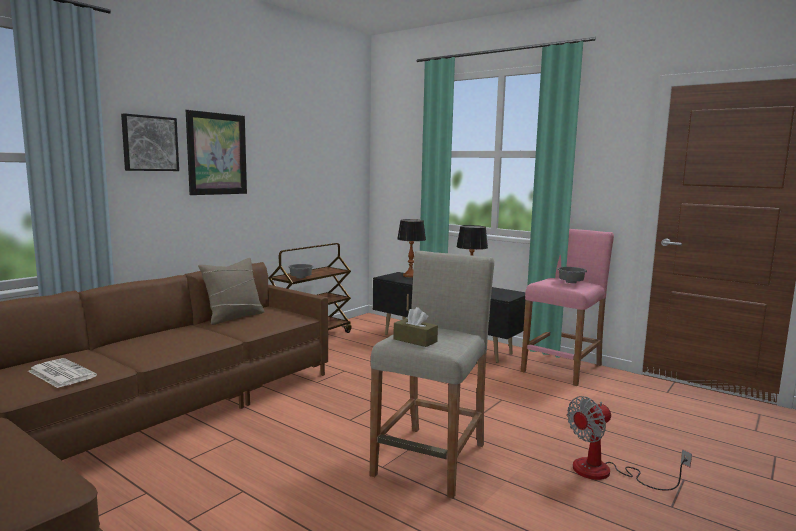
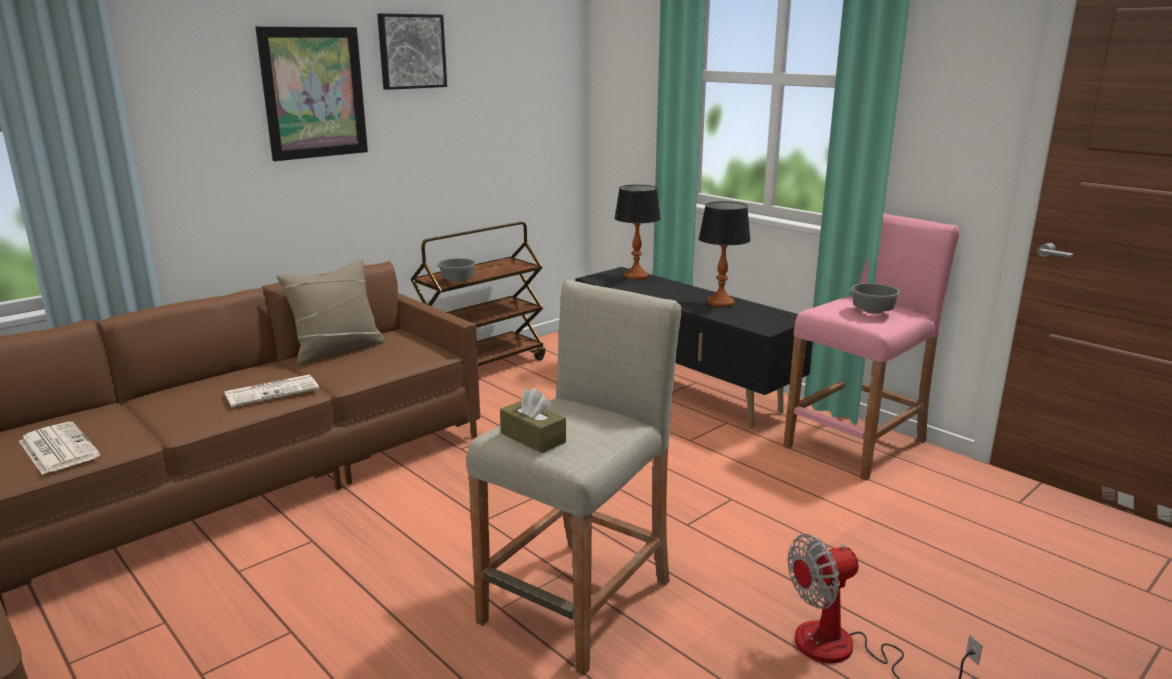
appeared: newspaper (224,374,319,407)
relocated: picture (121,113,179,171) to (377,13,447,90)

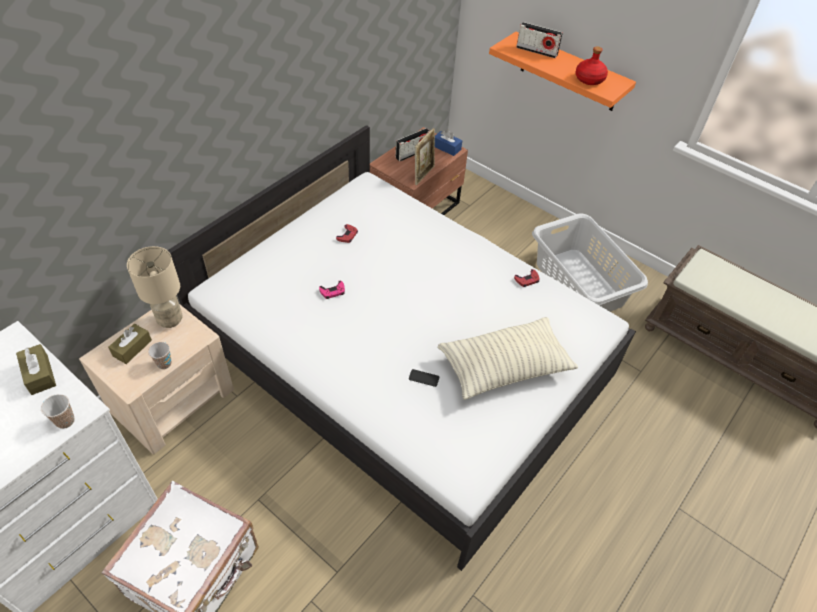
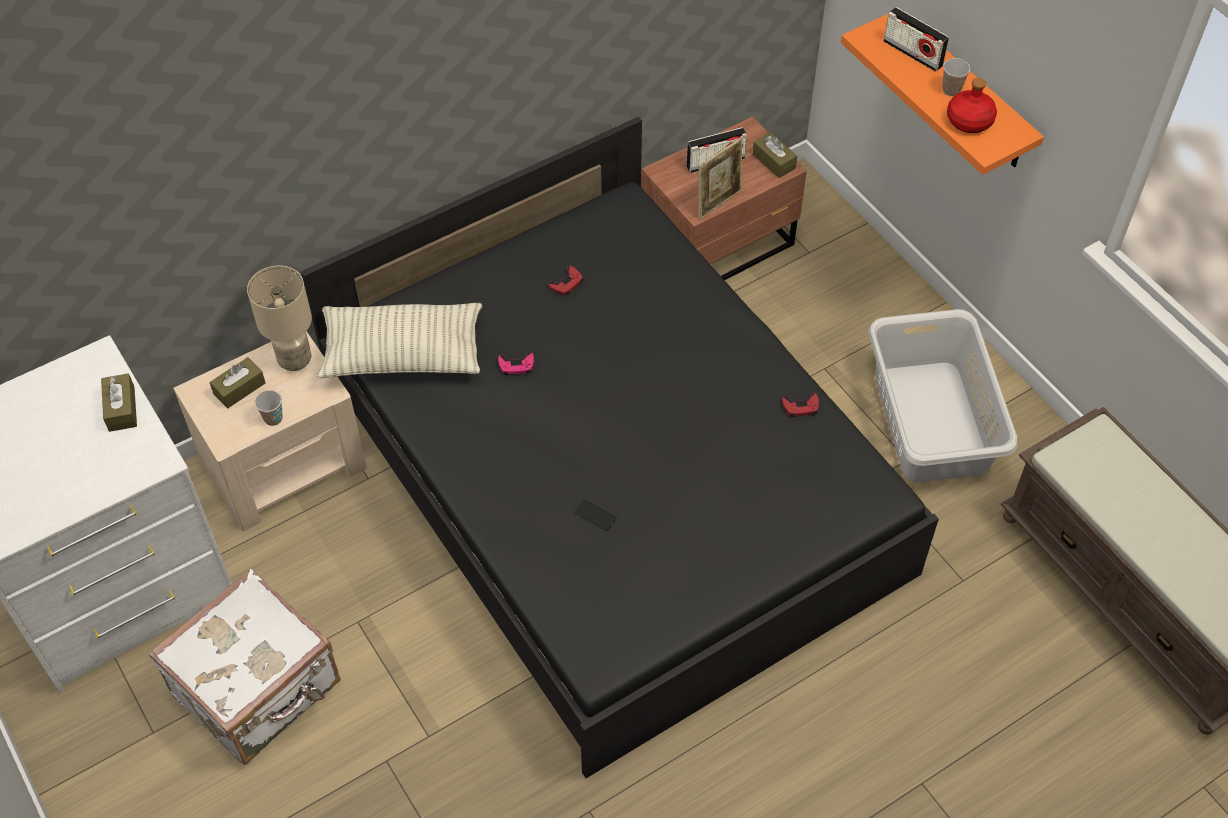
relocated: cup (41,394,75,429) to (942,58,970,96); pillow (438,317,578,400) to (317,303,483,378)
colour: white bed (168,125,636,571) to black bed (301,117,939,778); blue tissue box (435,130,462,156) to brown tissue box (753,132,797,178)

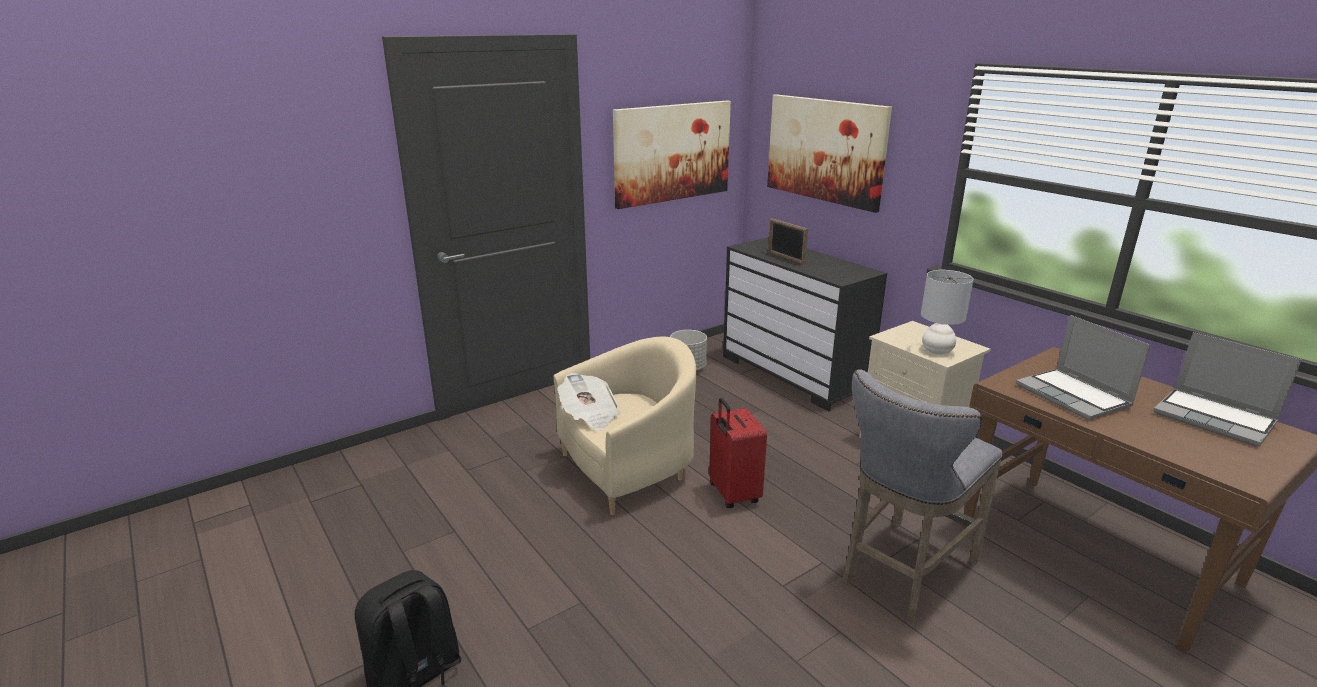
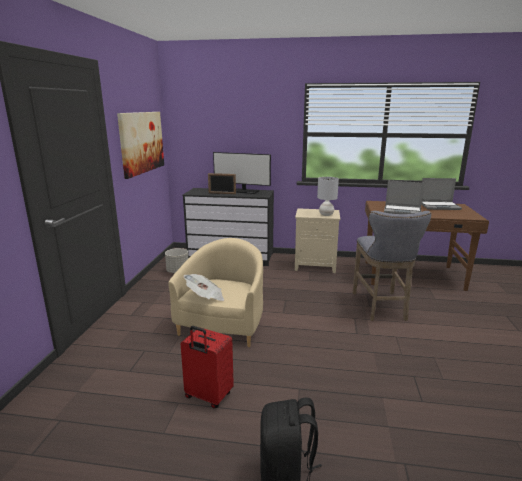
missing: picture (767,94,892,213)
appeared: monitor (213,152,271,194)
relocated: red suitcase (709,398,767,508) to (181,326,234,408)

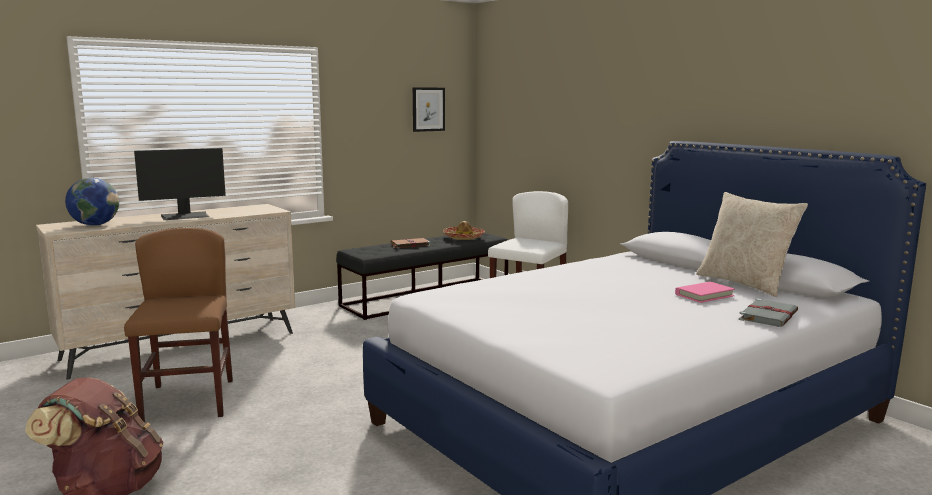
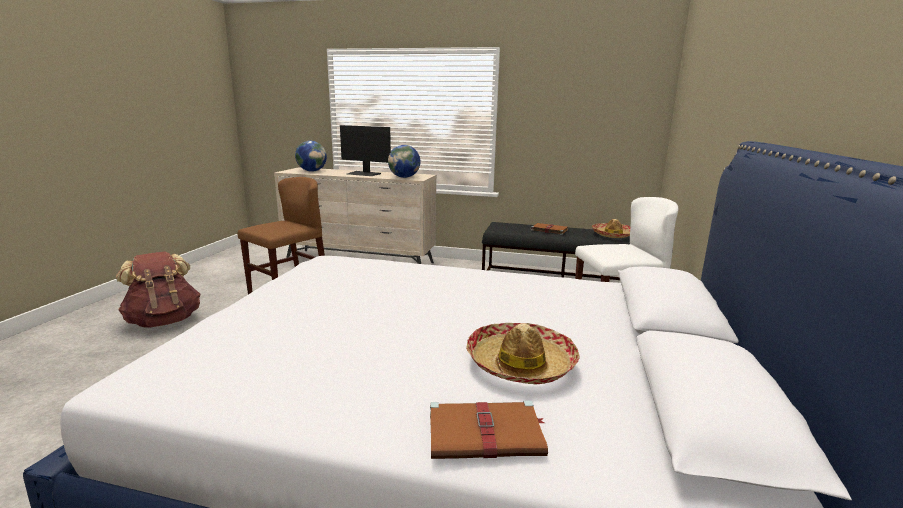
missing: picture (413,87,445,132); beige pillow (696,192,808,297)
appeared: globe (388,145,420,178)
exchanged: pink book (675,282,735,303) to hat (466,323,580,384)
colour: grey book (739,298,798,327) to brown book (430,400,548,459)

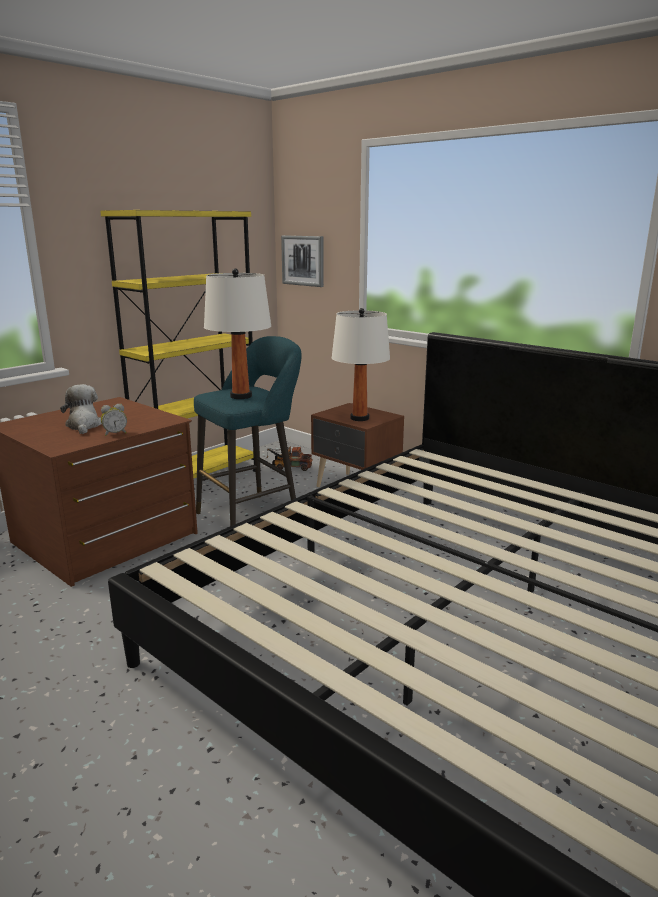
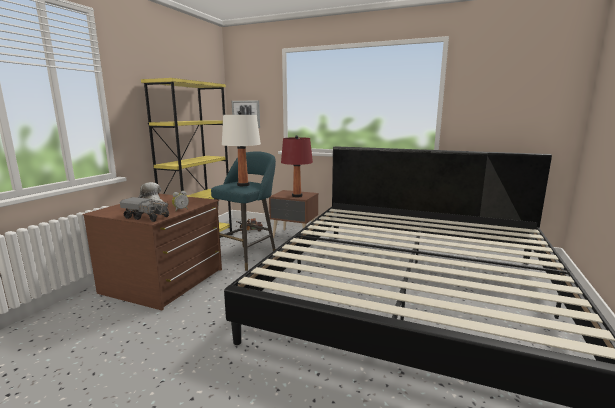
appeared: toy truck (120,197,169,222)
colour: white table lamp (332,308,390,421) to red table lamp (281,135,313,197)

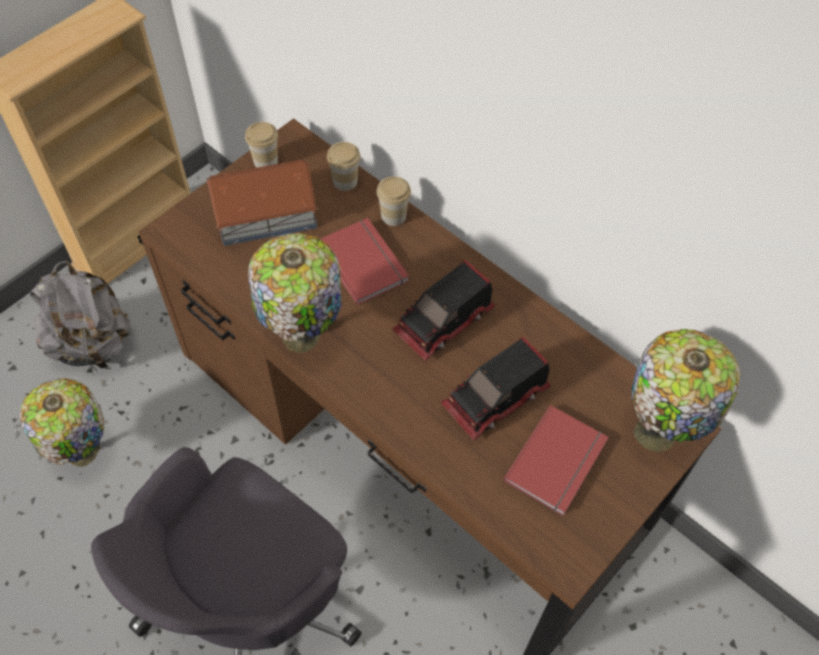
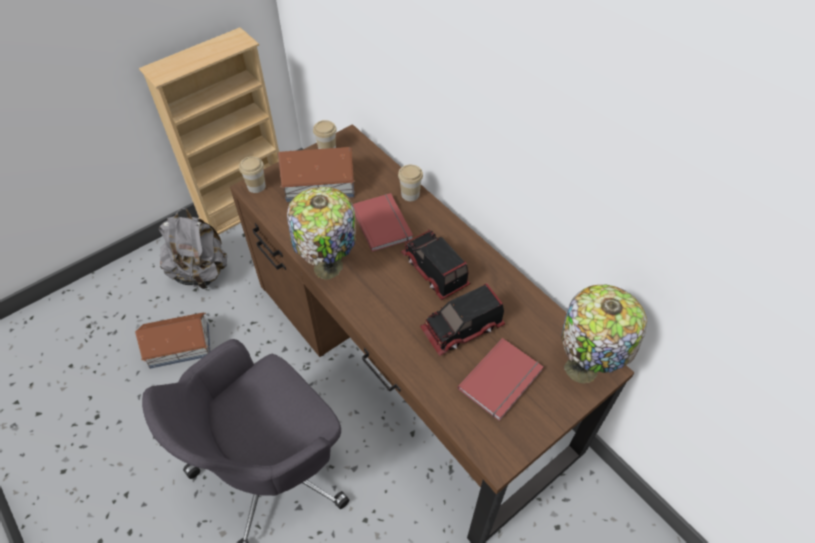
relocated: cup (327,142,360,191) to (239,156,266,193)
exchanged: table lamp (20,378,105,467) to toy house (135,313,210,369)
spun: toy truck (392,260,495,361) = (401,229,470,300) 90 degrees clockwise

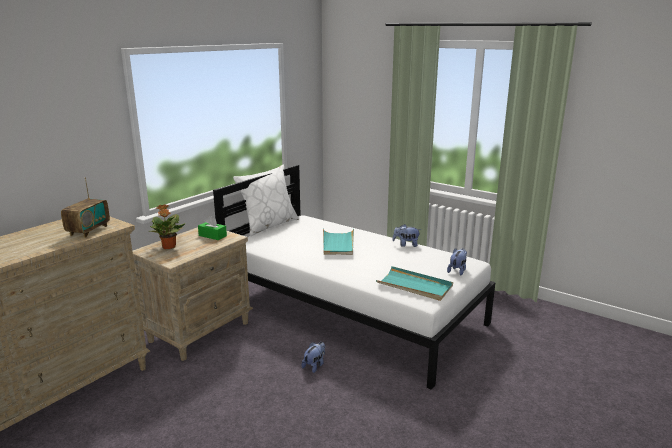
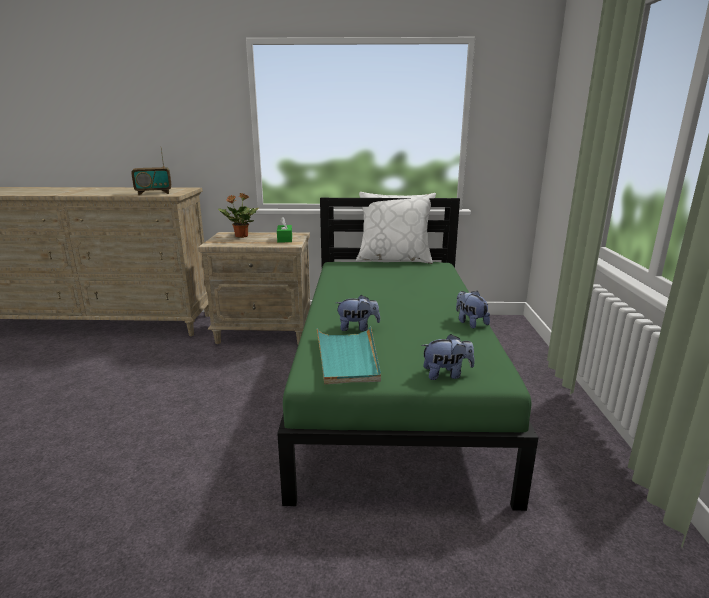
missing: turquoise tray (323,229,354,255)
relocated: plush toy (302,342,325,373) to (336,295,380,331)
colour: white bed (213,165,495,390) to green bed (277,197,538,511)

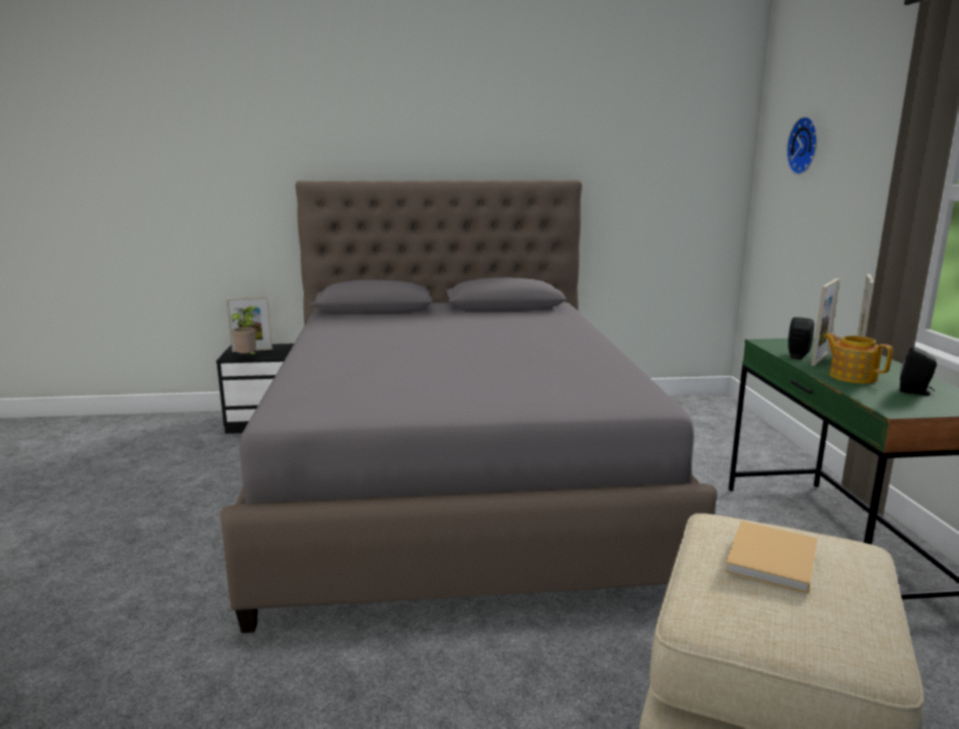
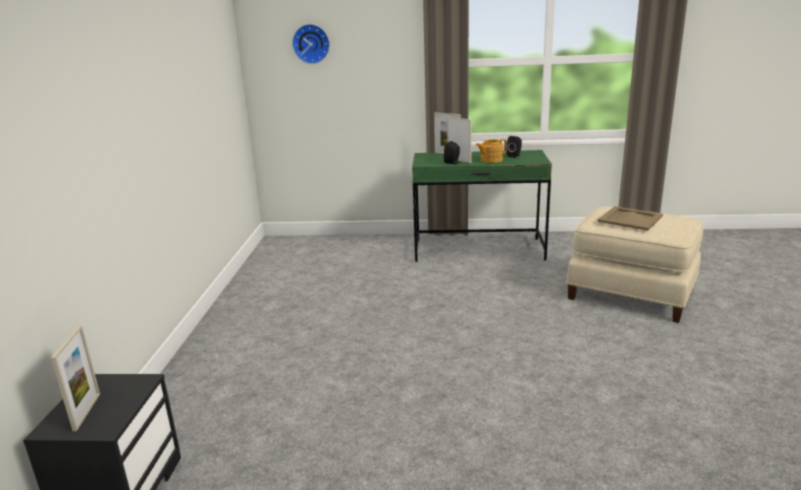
missing: grey bed (220,180,717,633); potted plant (231,306,257,354)
exchanged: beige book (725,521,817,594) to beige tray (597,206,663,231)

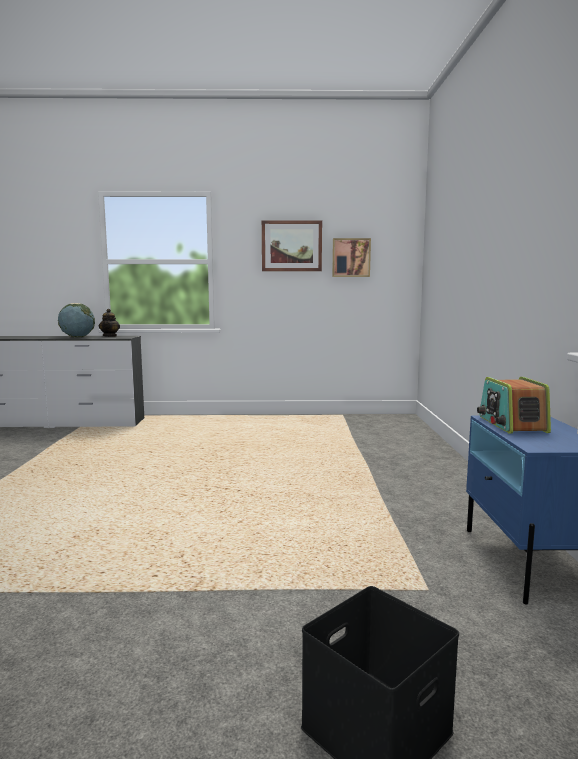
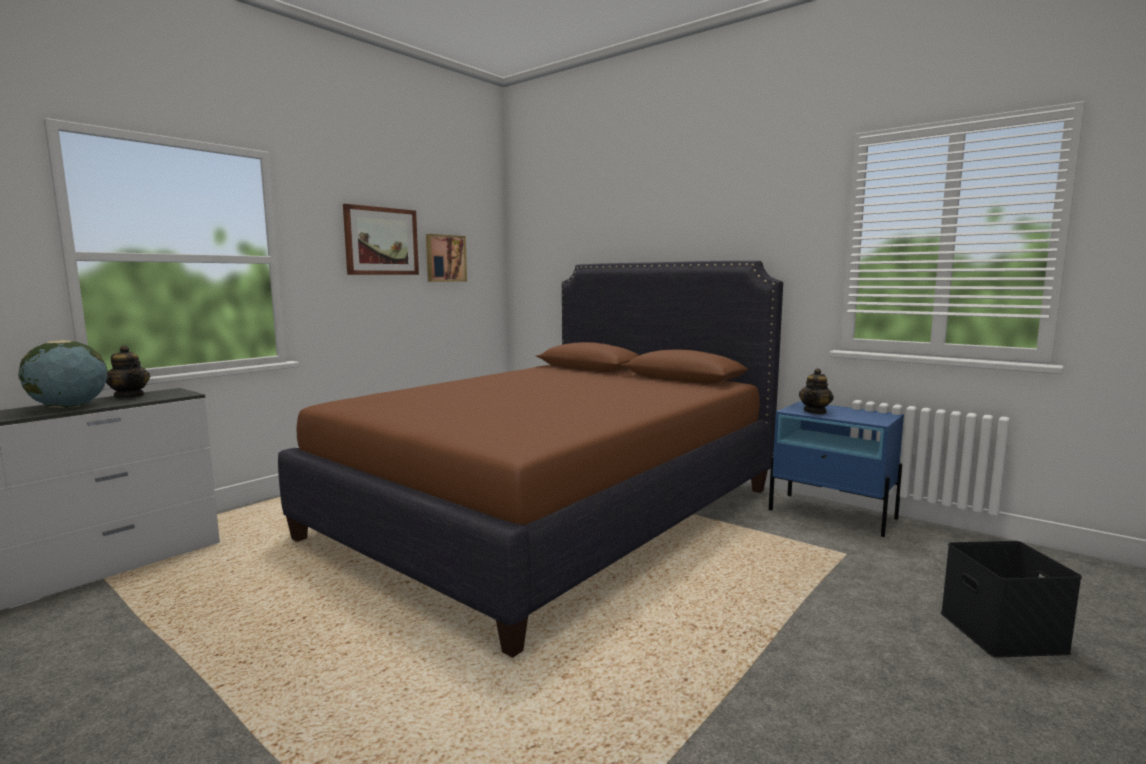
appeared: brown bed (278,261,783,658)
exchanged: radio (477,377,551,434) to teapot (799,368,834,414)

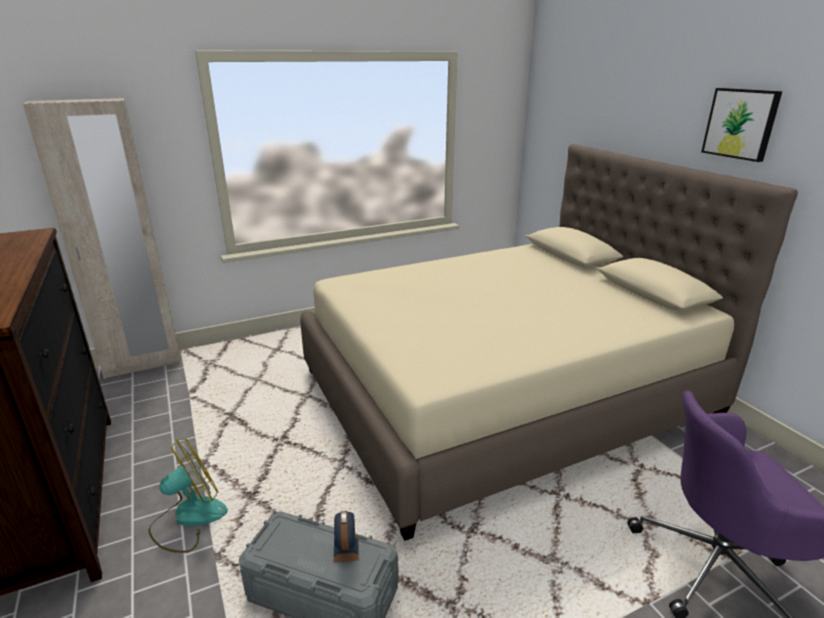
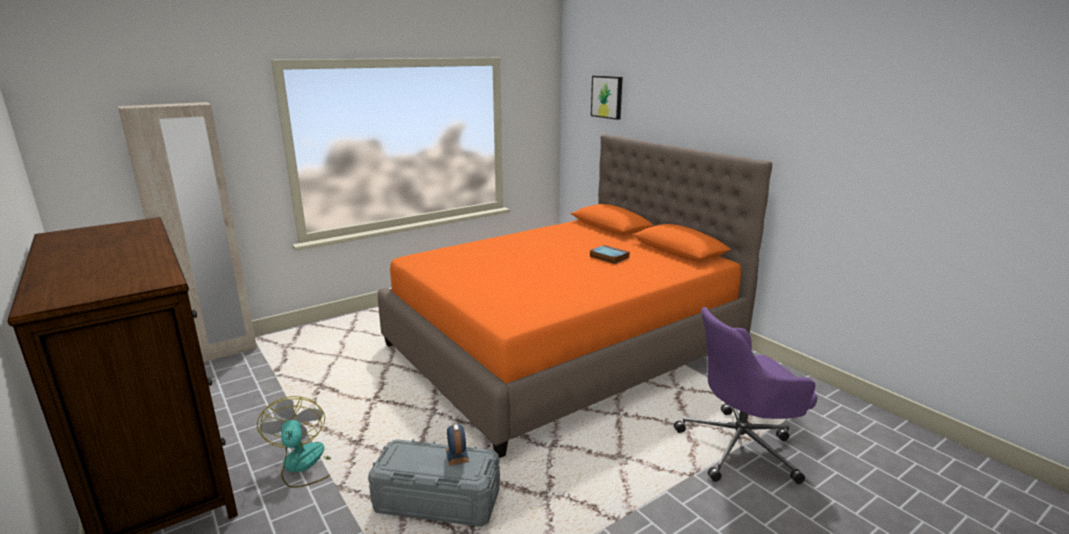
appeared: book (590,245,630,264)
relocated: picture (701,88,782,162) to (591,76,623,120)
colour: beige bed (300,144,798,541) to orange bed (378,134,772,458)
spun: fan (149,439,228,553) = (257,396,331,488) 60 degrees counterclockwise

